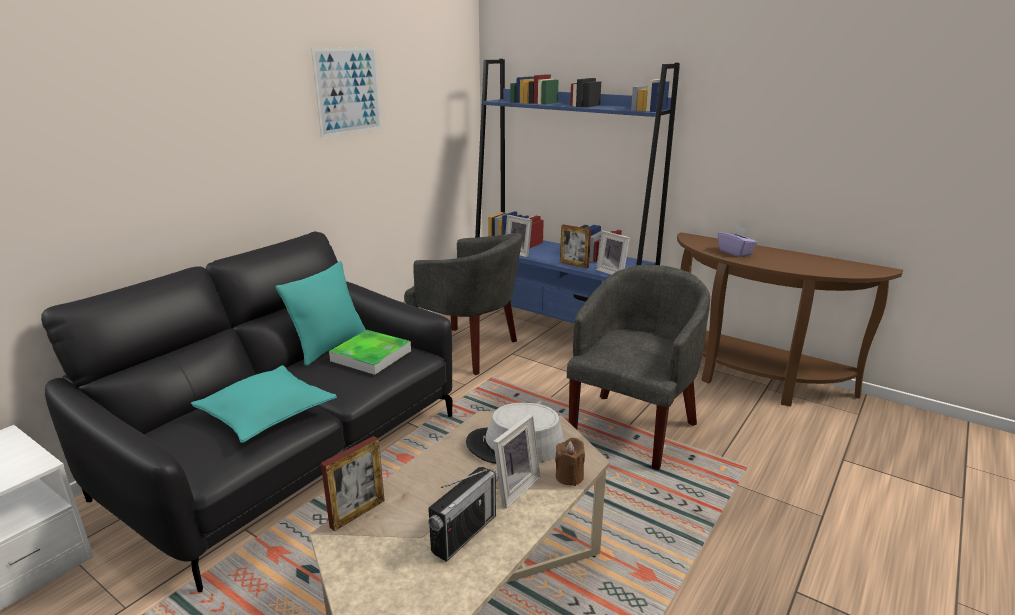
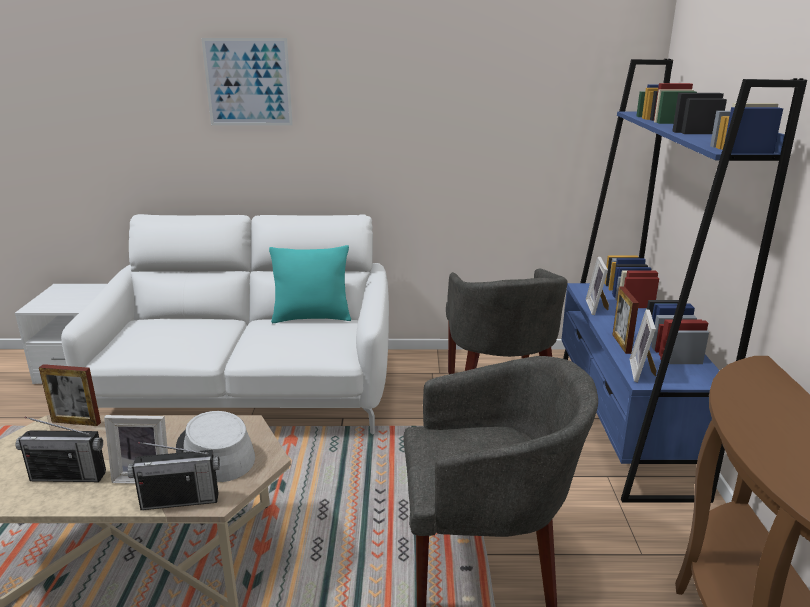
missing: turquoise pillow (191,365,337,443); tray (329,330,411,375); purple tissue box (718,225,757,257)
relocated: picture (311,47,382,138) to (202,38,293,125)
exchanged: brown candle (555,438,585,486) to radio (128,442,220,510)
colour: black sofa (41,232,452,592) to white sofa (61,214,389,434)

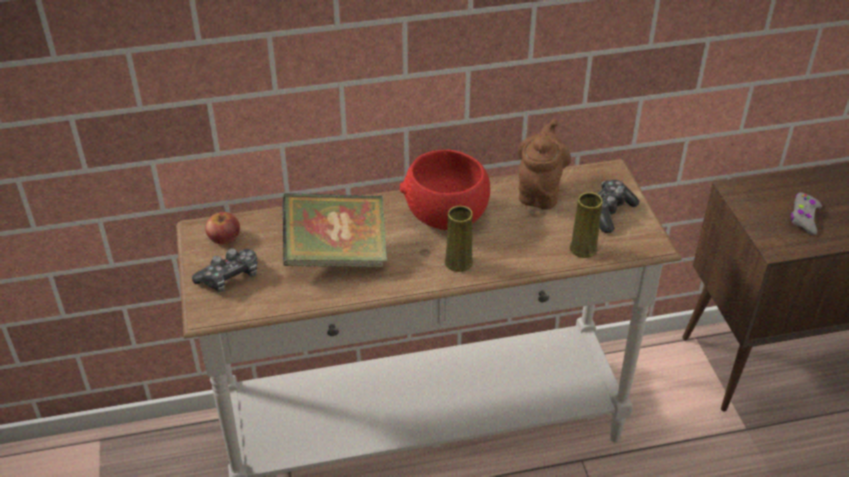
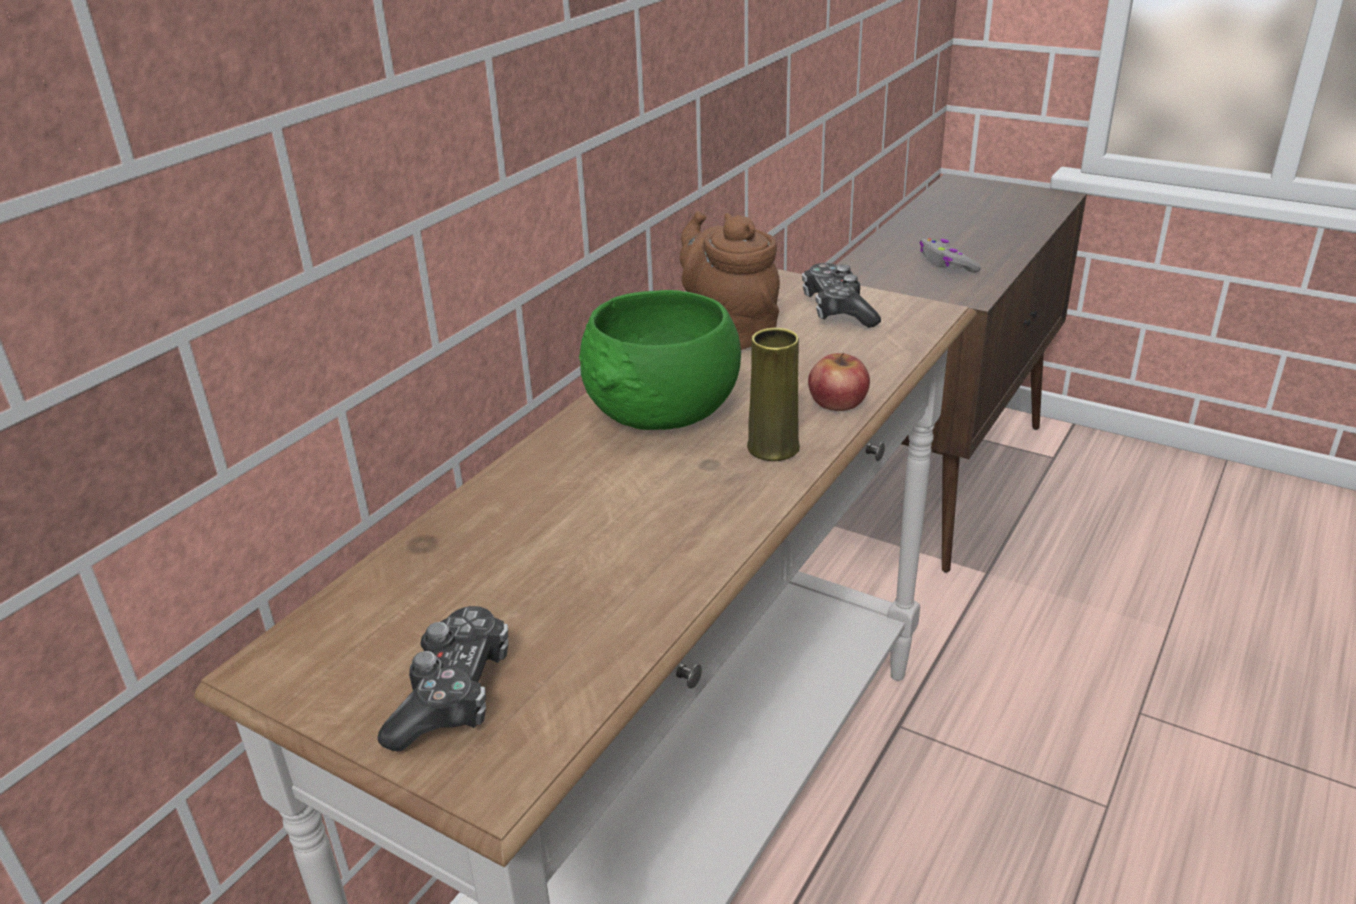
missing: book (283,193,387,267); yellow vase (570,192,603,258)
relocated: apple (205,212,240,245) to (808,353,870,411)
colour: red bowl (400,150,490,230) to green bowl (579,290,741,430)

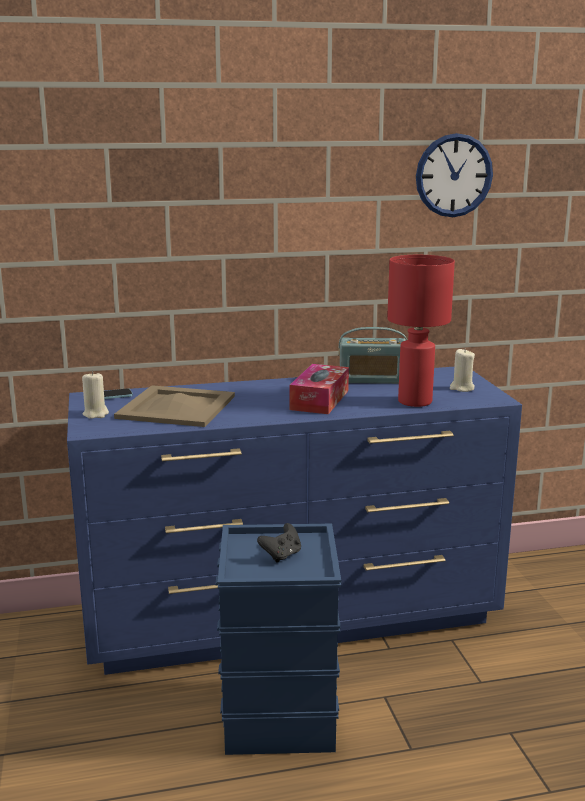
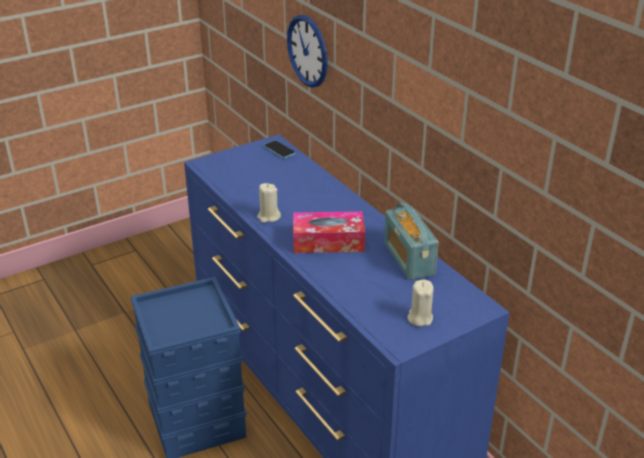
missing: beige tray (114,385,235,427); black game controller (257,523,301,563); red table lamp (387,255,455,407)
relocated: beige candle (82,371,109,419) to (257,183,281,223); wall clock (416,133,493,217) to (287,15,328,88)

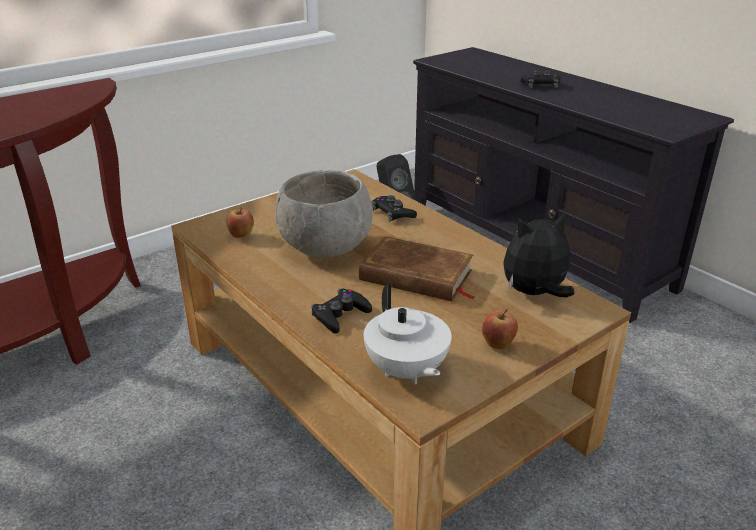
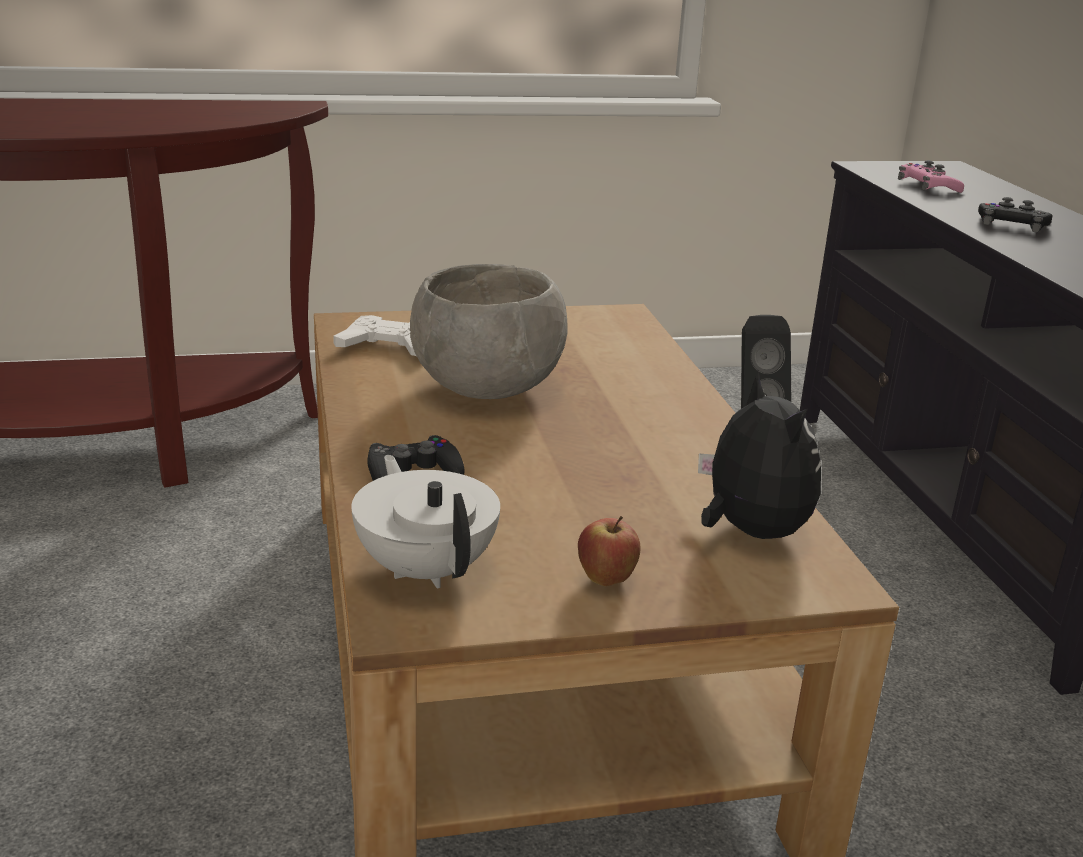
missing: brown book (359,236,475,301); black game controller (371,195,417,222)
appeared: pink game controller (898,160,964,193)
exchanged: apple (226,207,254,238) to white game controller (333,315,416,356)
spun: white teapot (364,284,452,384) = (351,455,500,589) 150 degrees clockwise; plush toy (503,212,574,297) = (698,371,821,539) 60 degrees clockwise

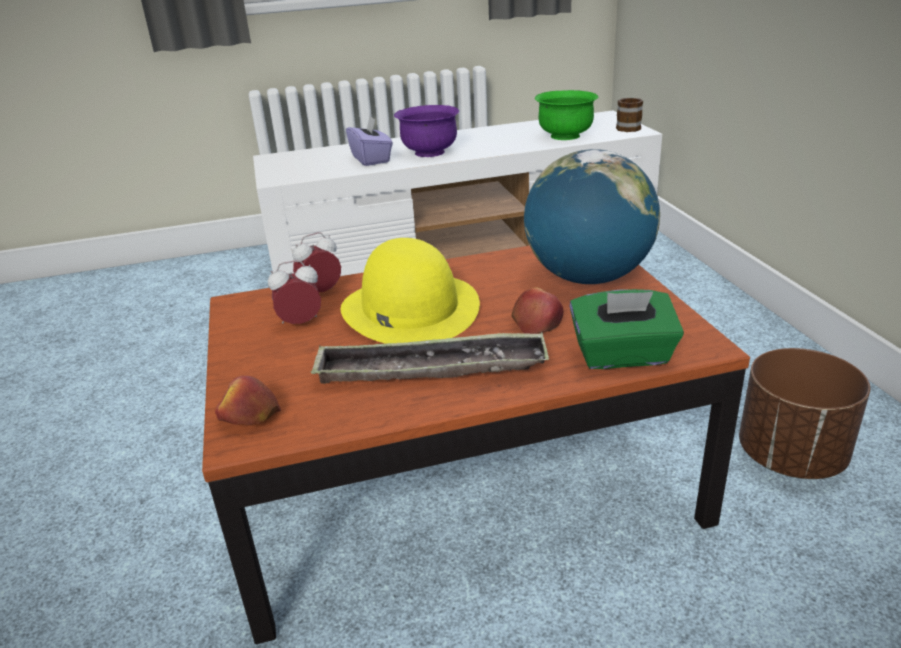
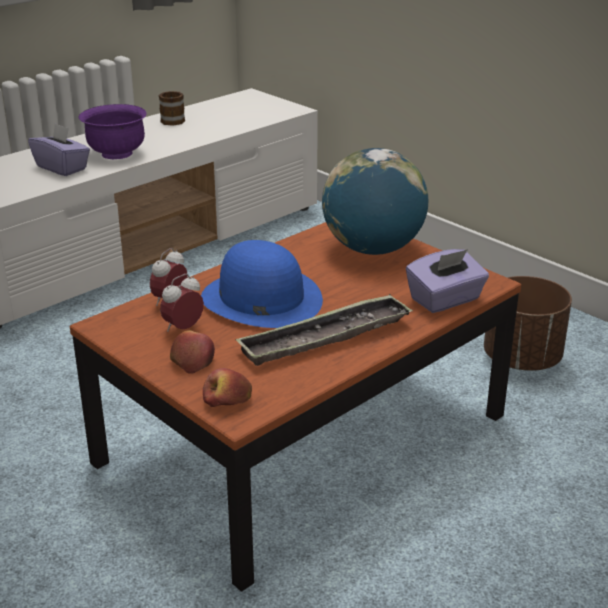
missing: green bowl (535,90,598,140)
relocated: apple (511,287,563,334) to (170,330,215,374); mug (616,98,643,132) to (159,91,185,126)
colour: yellow hat (341,238,480,344) to blue hat (201,240,323,328); green tissue box (570,289,684,369) to purple tissue box (406,249,489,313)

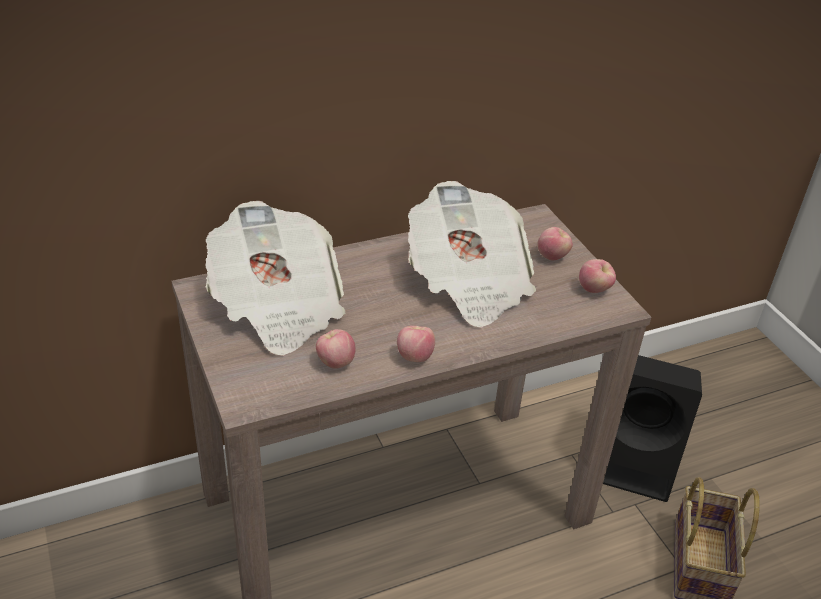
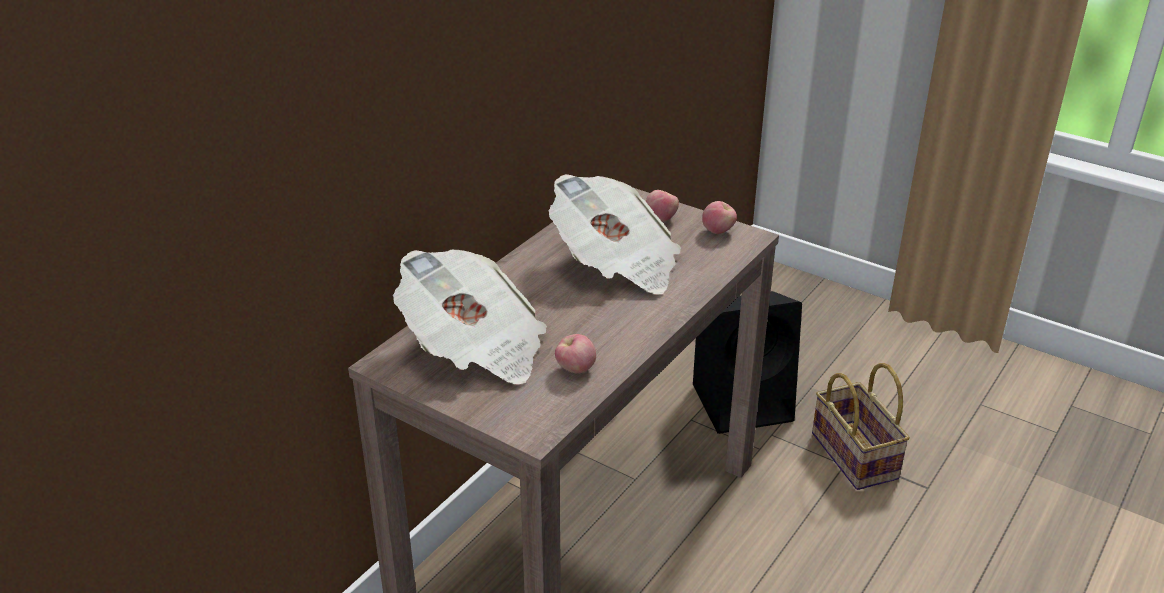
missing: apple (397,326,435,362)

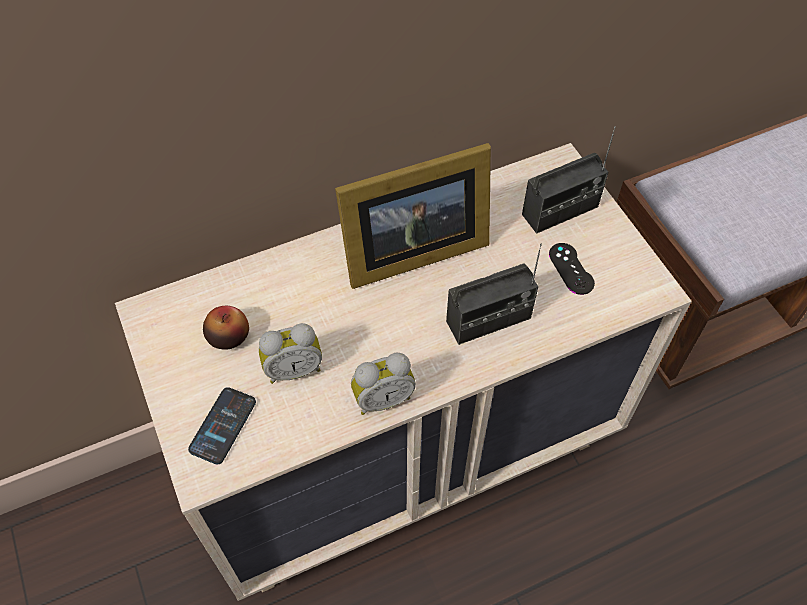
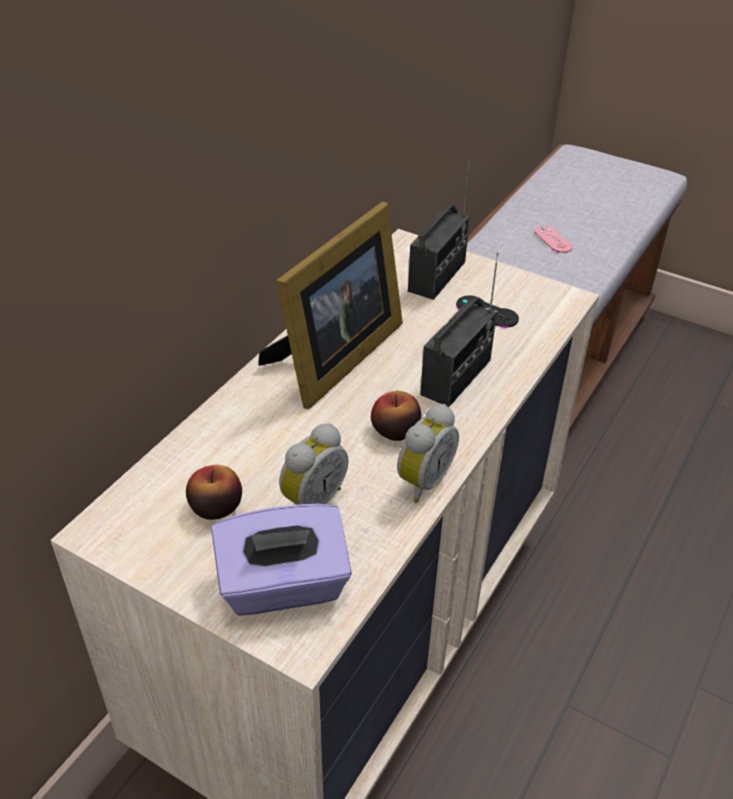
appeared: apple (371,391,421,441); pink game controller (535,225,573,253)
exchanged: phone (188,387,256,464) to purple tissue box (212,504,352,616)

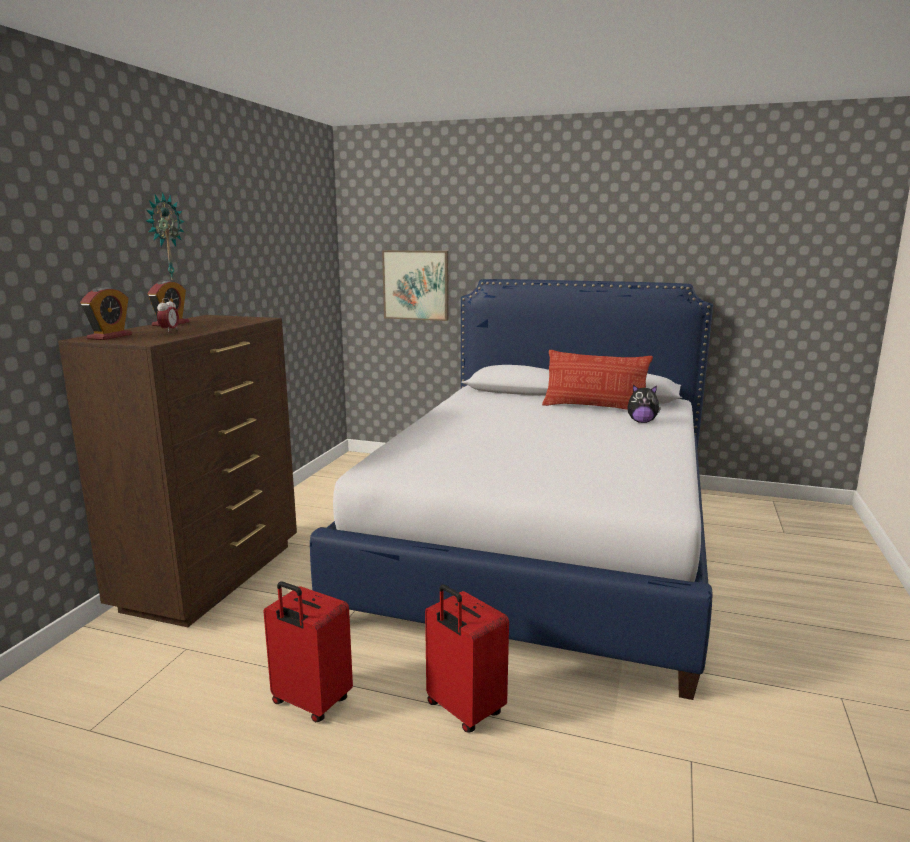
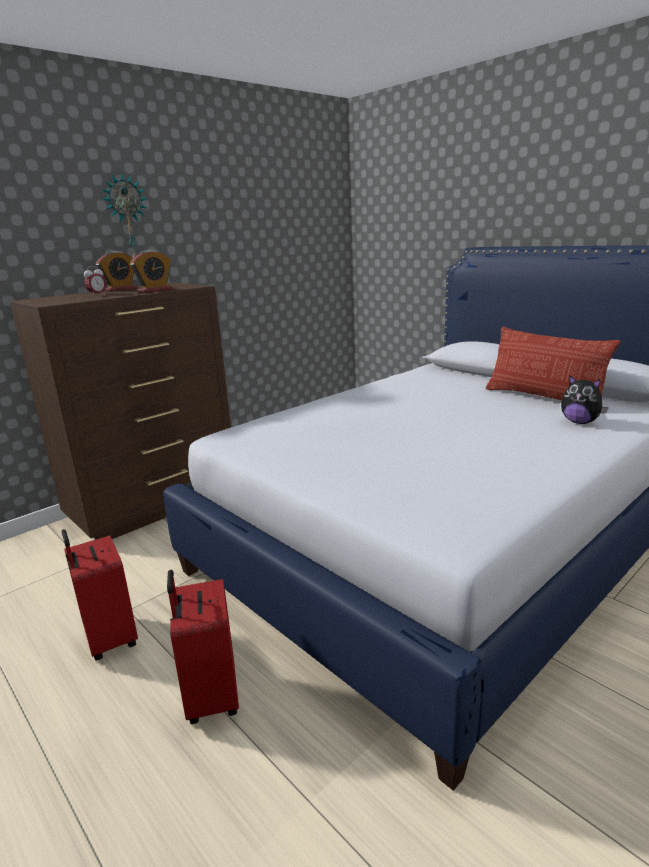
missing: picture (382,250,448,321)
relocated: alarm clock (80,286,132,340) to (130,250,173,293)

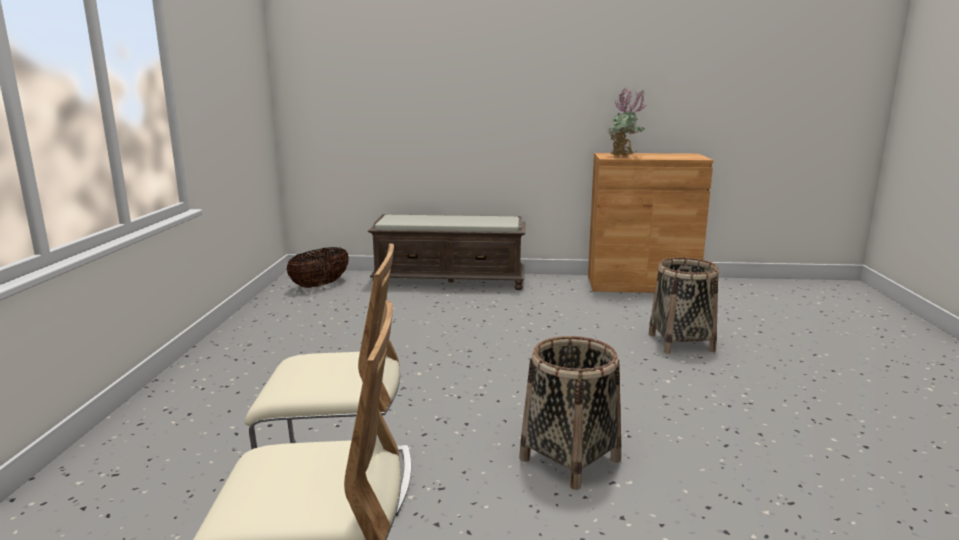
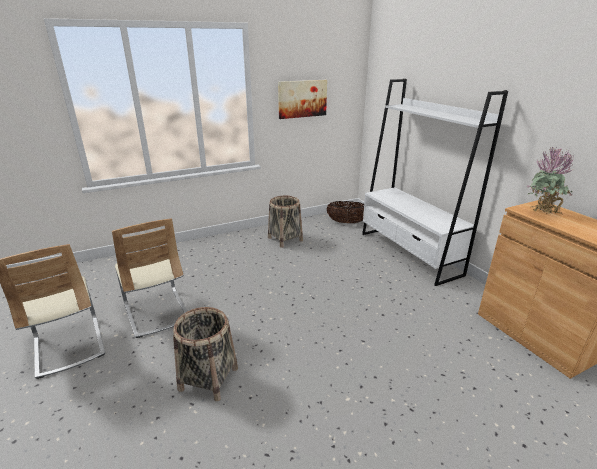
appeared: picture (278,80,327,119)
relocated: basket (648,257,719,354) to (268,196,303,248)
exchanged: brown bench (368,214,525,290) to white bookcase (362,79,508,286)

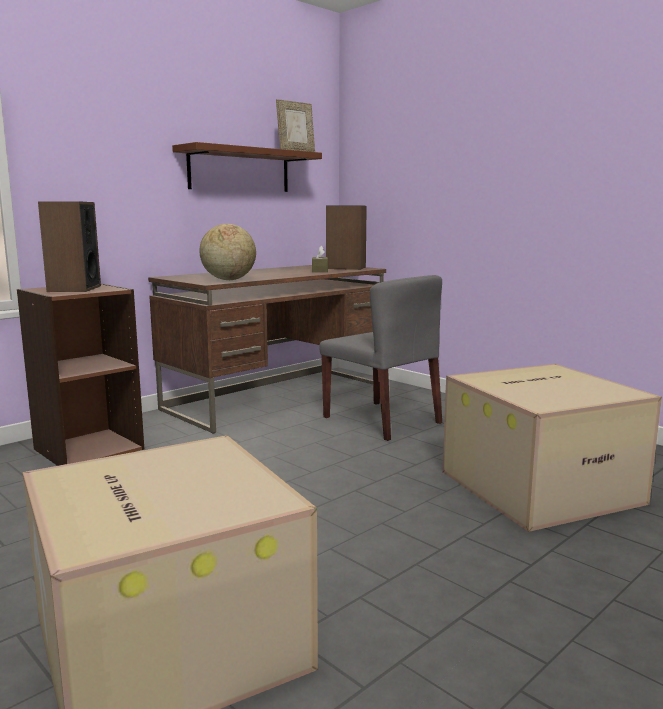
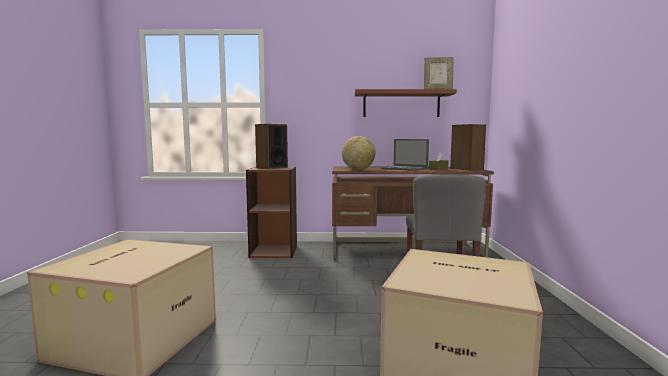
appeared: laptop (381,139,429,171)

